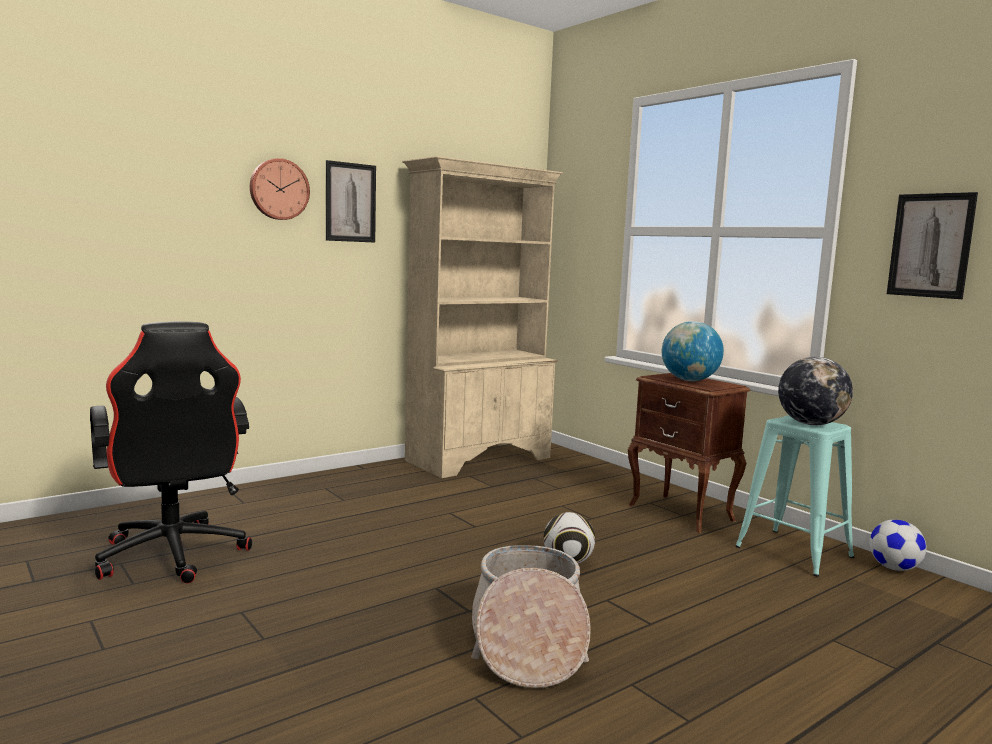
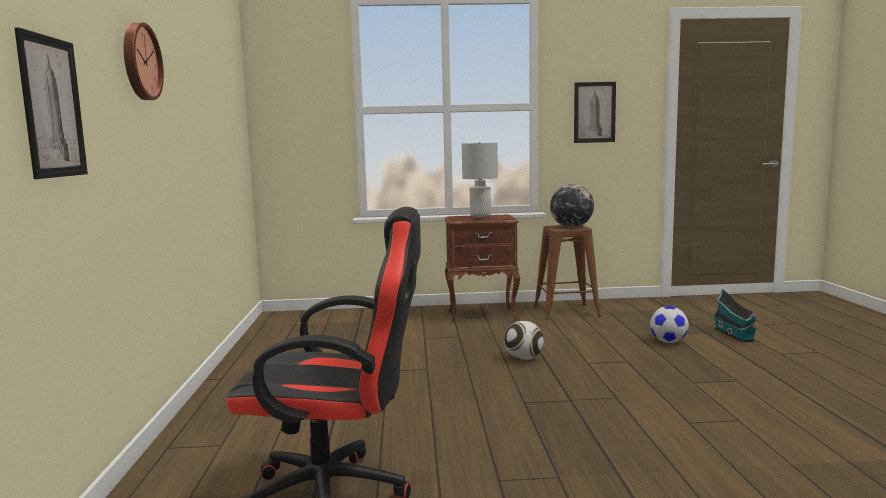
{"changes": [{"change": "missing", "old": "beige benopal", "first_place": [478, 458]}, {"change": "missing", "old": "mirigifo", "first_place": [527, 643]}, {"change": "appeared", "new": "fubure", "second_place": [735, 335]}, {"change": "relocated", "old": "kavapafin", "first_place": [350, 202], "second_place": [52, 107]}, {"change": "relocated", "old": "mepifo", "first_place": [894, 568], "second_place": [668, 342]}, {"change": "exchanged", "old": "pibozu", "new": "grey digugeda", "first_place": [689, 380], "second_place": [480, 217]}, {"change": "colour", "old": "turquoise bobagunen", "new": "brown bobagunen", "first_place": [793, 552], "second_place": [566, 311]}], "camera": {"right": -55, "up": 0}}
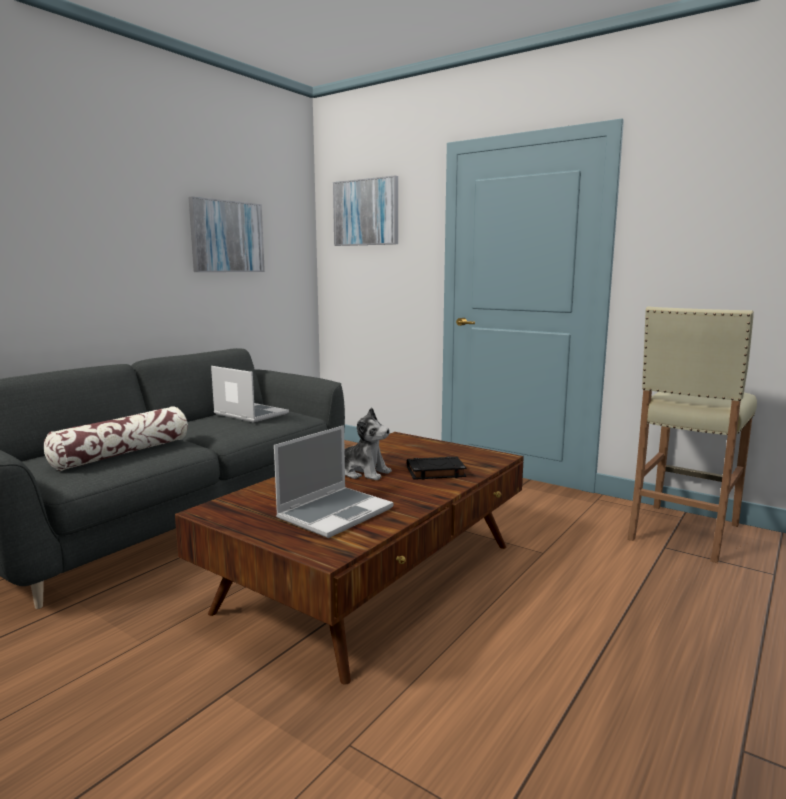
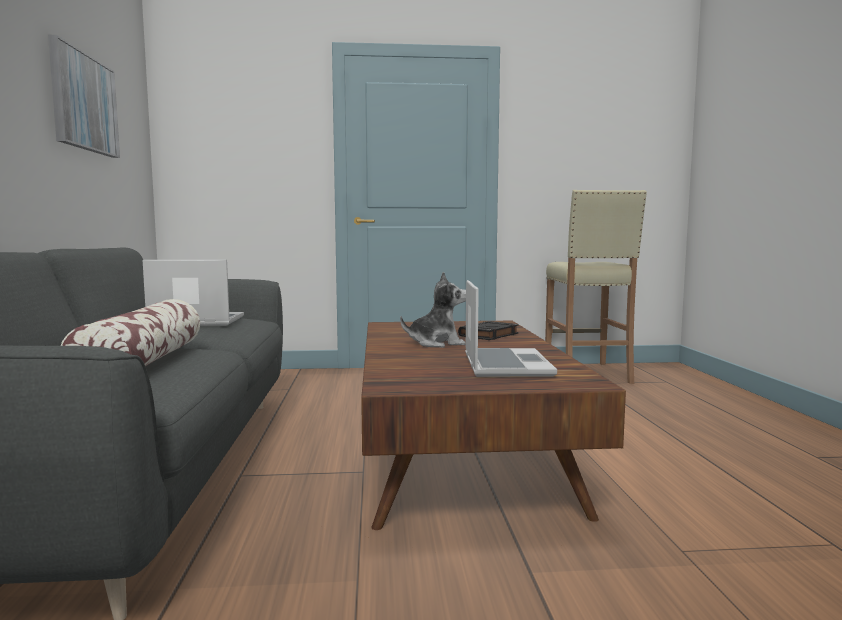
{"changes": [{"change": "missing", "old": "kavapafin", "first_place": [366, 212]}], "camera": {"right": -40, "up": -5}}
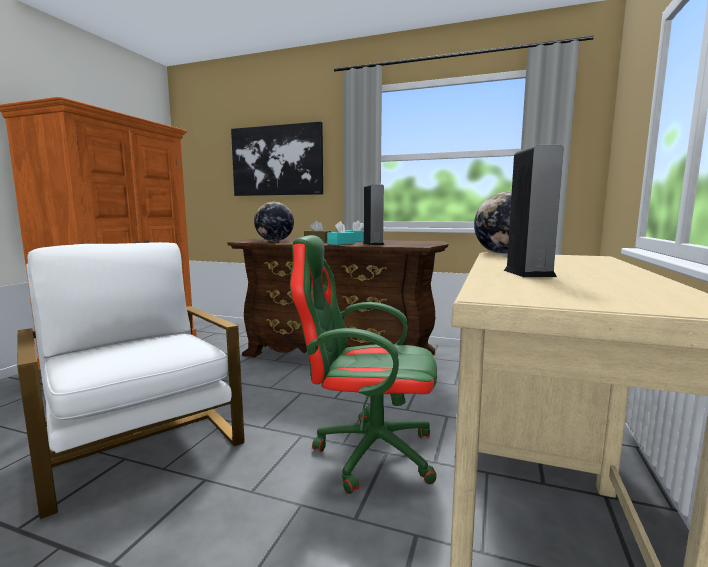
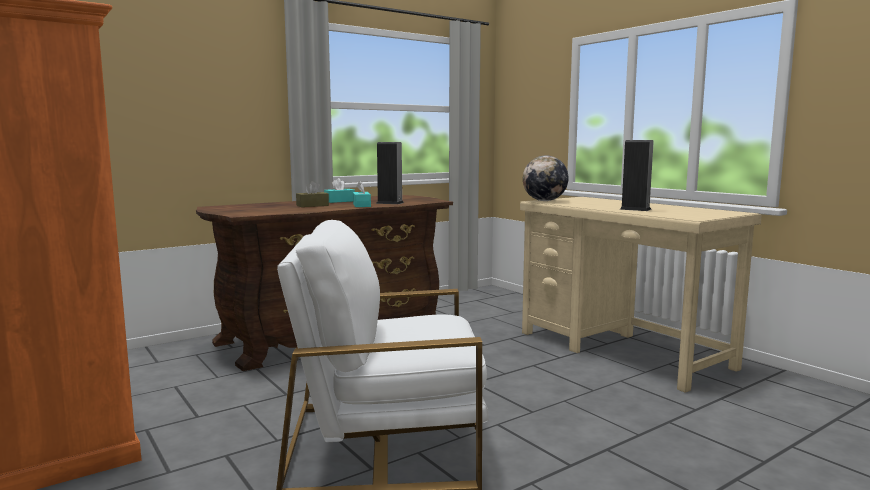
{"changes": [{"change": "missing", "old": "kavapafin", "first_place": [277, 161]}, {"change": "missing", "old": "pibozu", "first_place": [274, 241]}, {"change": "missing", "old": "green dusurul", "first_place": [365, 451]}], "camera": {"right": -55, "up": 0}}
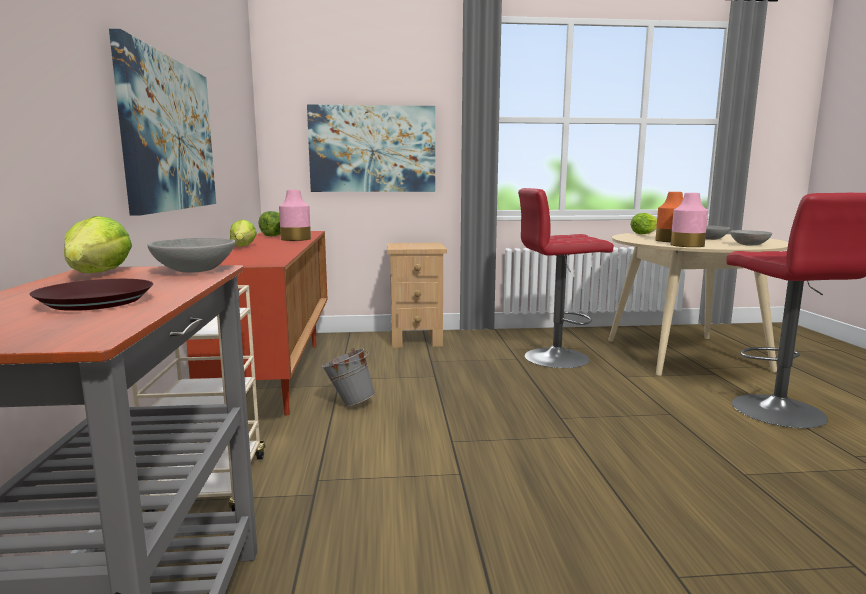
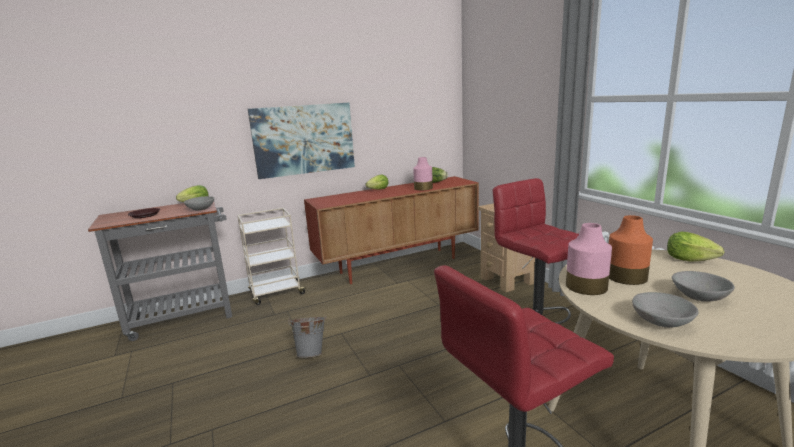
{"changes": [{"change": "missing", "old": "kavapafin", "first_place": [372, 149]}, {"change": "relocated", "old": "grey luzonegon", "first_place": [349, 403], "second_place": [311, 353]}], "camera": {"right": 70, "up": 5}}
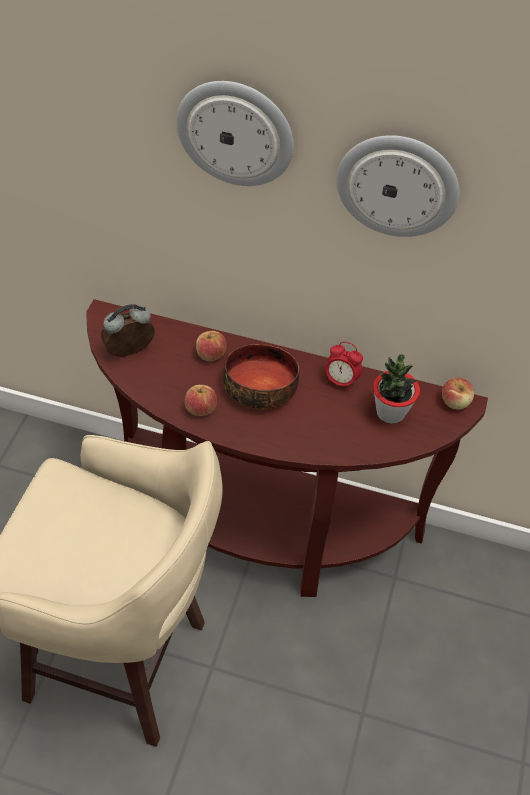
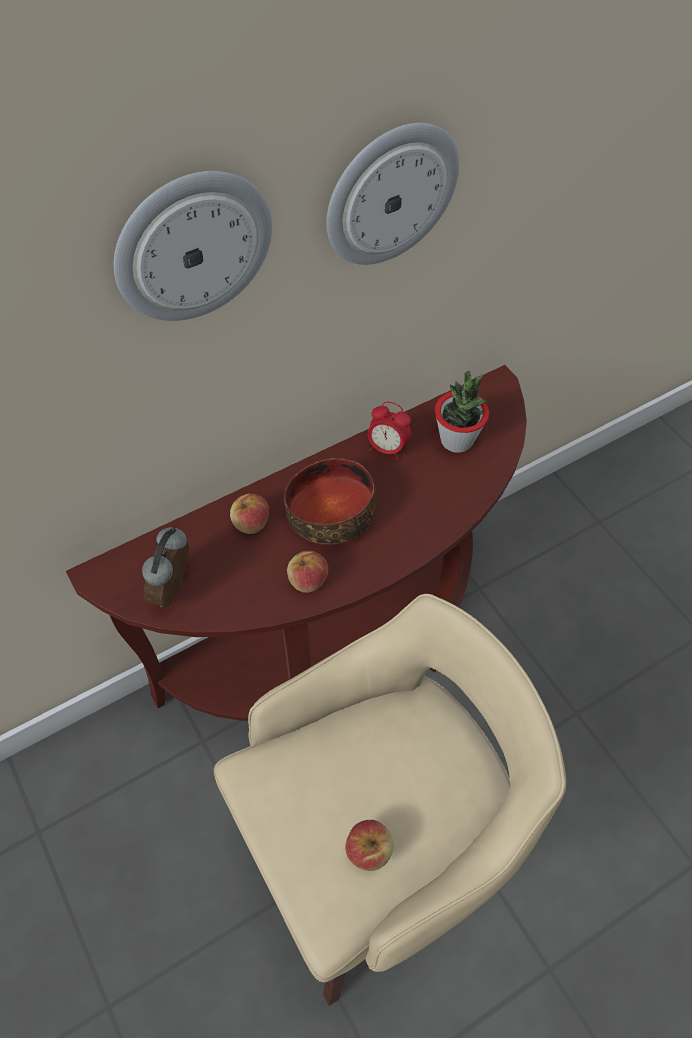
{"changes": [{"change": "relocated", "old": "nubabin", "first_place": [455, 402], "second_place": [369, 850]}, {"change": "spun", "old": "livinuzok", "first_place": [340, 381], "second_place": [387, 448], "degrees": 45}], "camera": {"right": -45, "up": 5}}
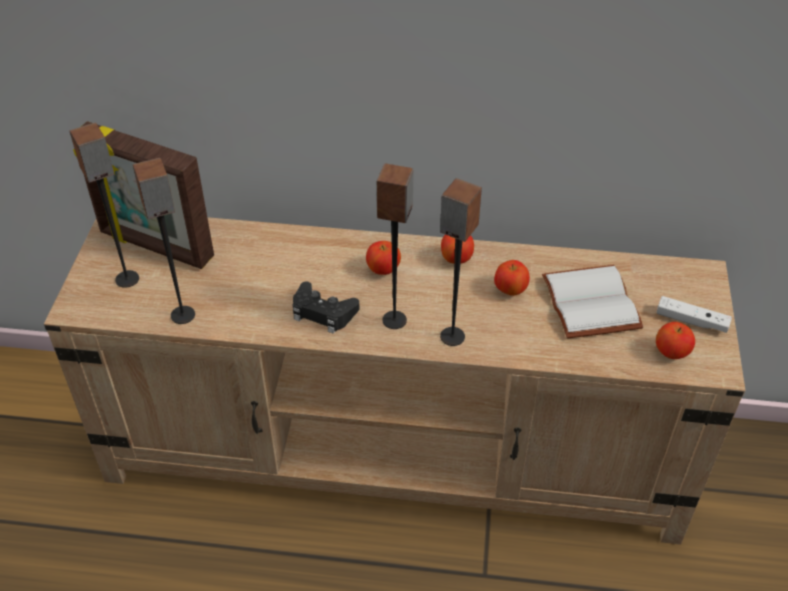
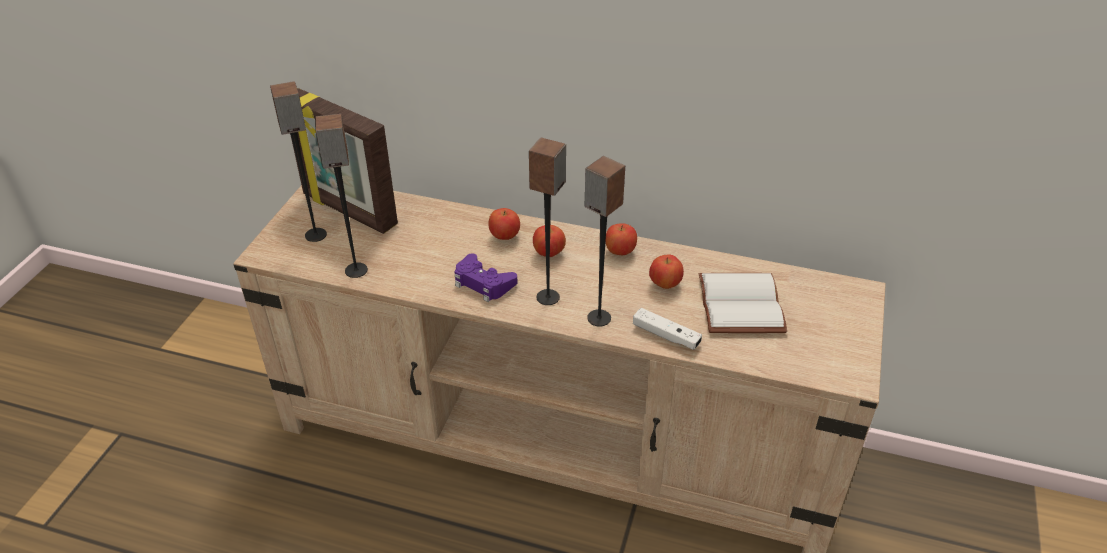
{"changes": [{"change": "relocated", "old": "nubabin", "first_place": [671, 353], "second_place": [504, 236]}, {"change": "relocated", "old": "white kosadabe", "first_place": [691, 321], "second_place": [666, 335]}, {"change": "colour", "old": "black kosadabe", "new": "purple kosadabe", "first_place": [323, 312], "second_place": [483, 283]}], "camera": {"right": 10, "up": -5}}
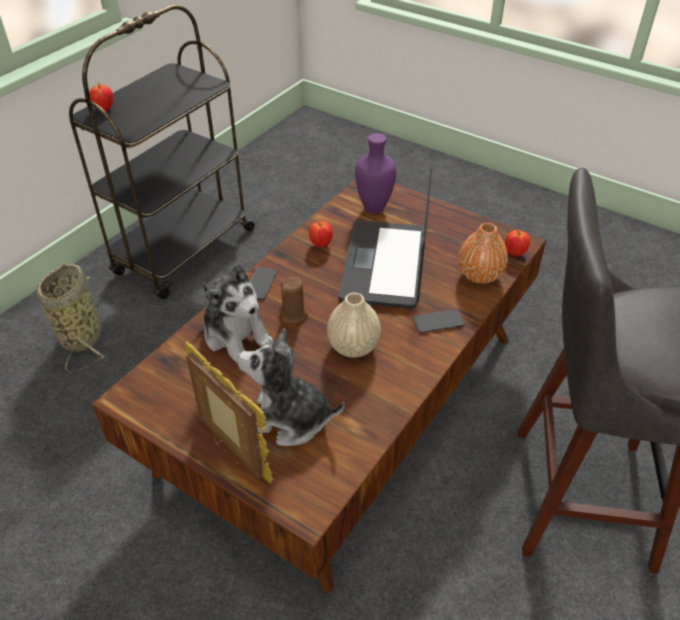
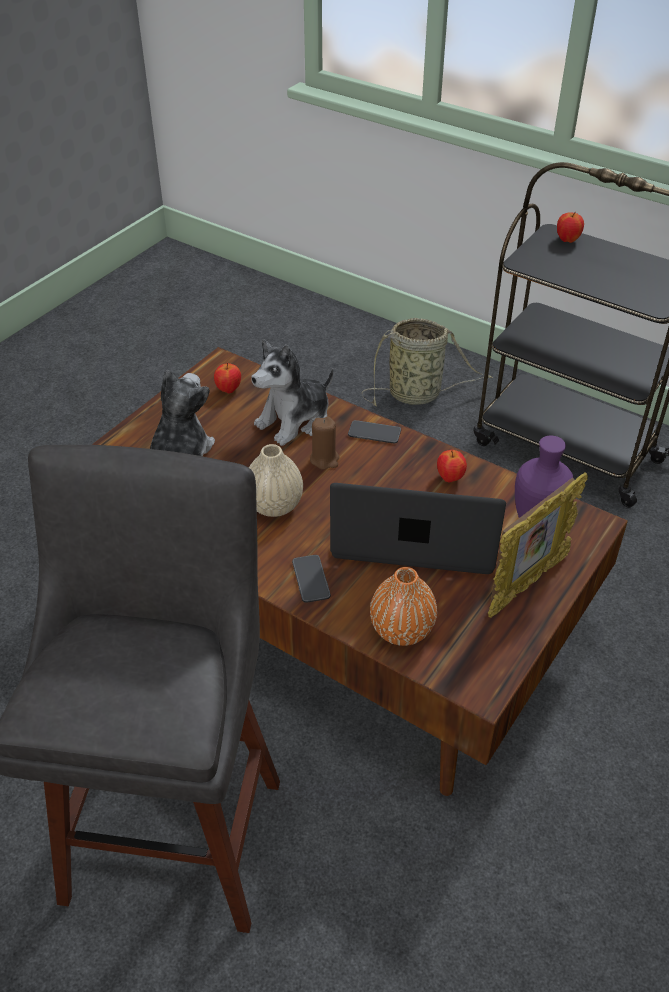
{"changes": [{"change": "relocated", "old": "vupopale", "first_place": [233, 449], "second_place": [526, 584]}, {"change": "relocated", "old": "nubabin", "first_place": [514, 253], "second_place": [228, 390]}], "camera": {"right": 90, "up": 0}}
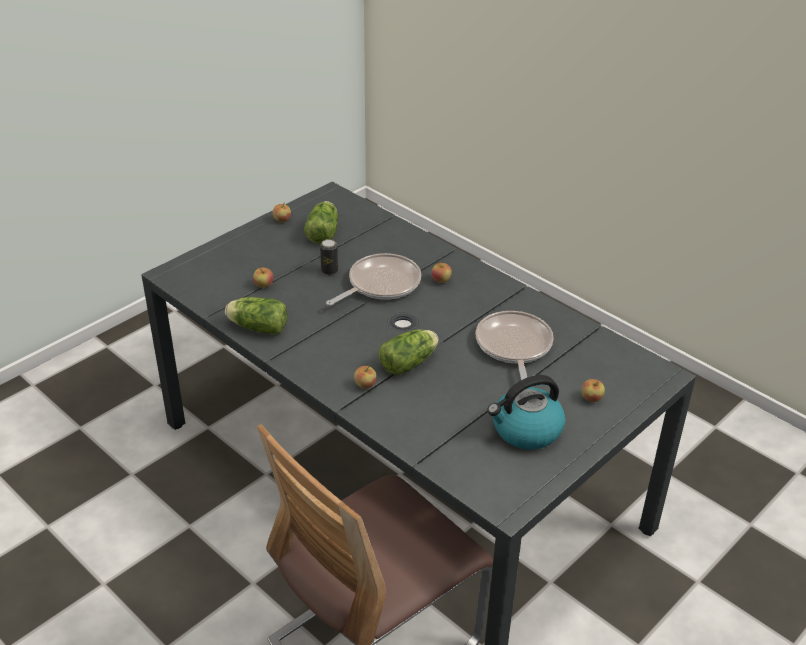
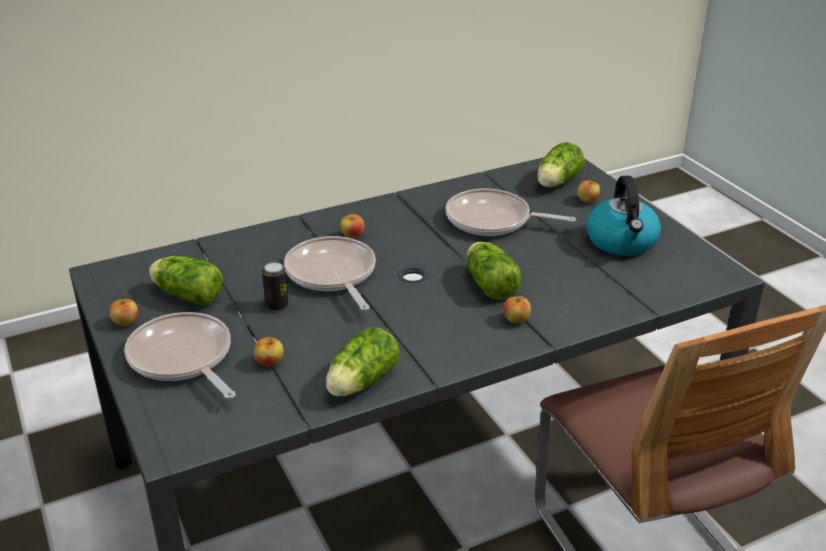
{"changes": [{"change": "appeared", "new": "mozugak", "second_place": [183, 358]}, {"change": "appeared", "new": "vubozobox", "second_place": [556, 182]}], "camera": {"right": -70, "up": -5}}
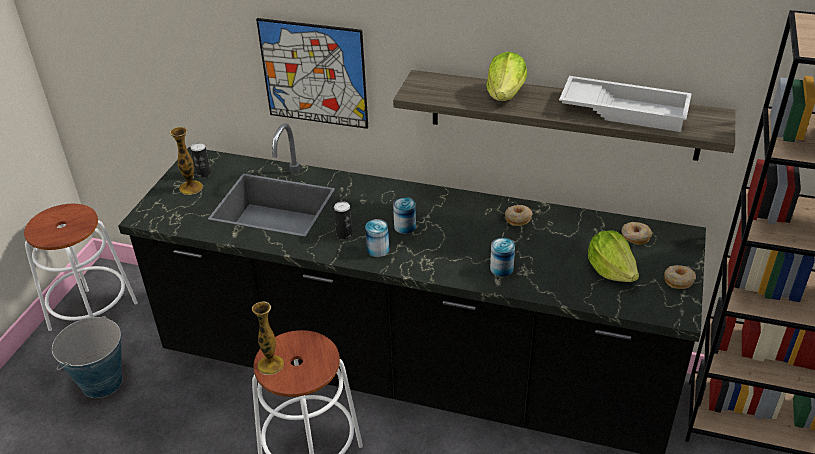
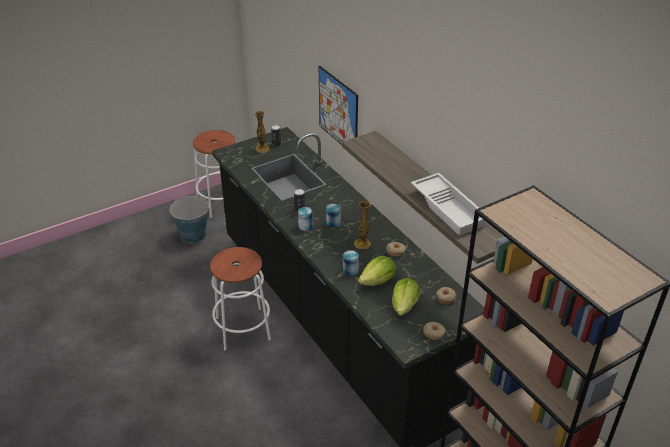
{"changes": [{"change": "relocated", "old": "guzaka", "first_place": [270, 365], "second_place": [362, 243]}, {"change": "relocated", "old": "vubozobox", "first_place": [505, 95], "second_place": [378, 281]}], "camera": {"right": 40, "up": 0}}
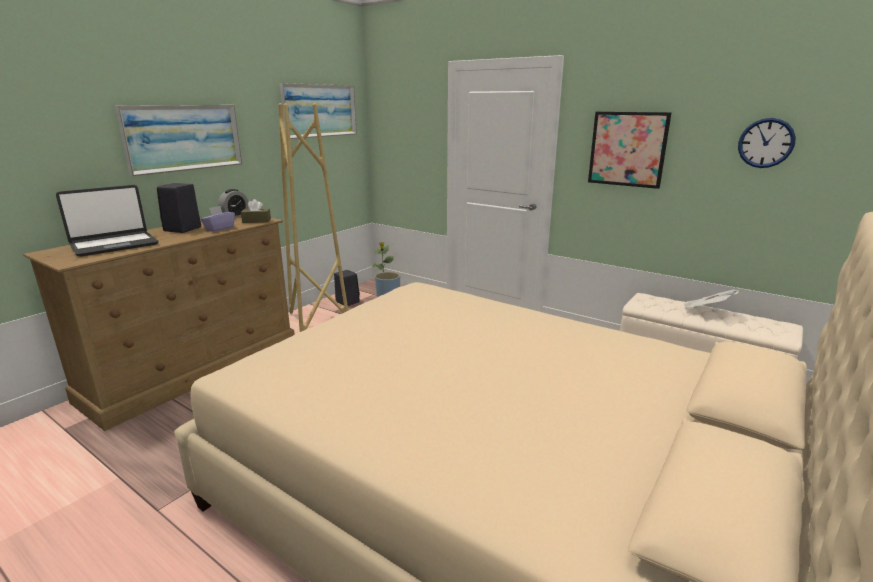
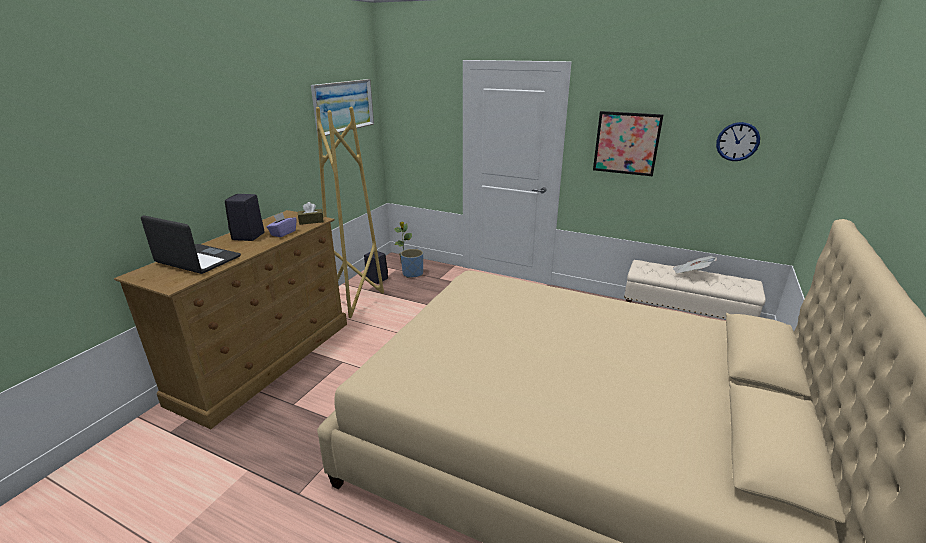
{"changes": [{"change": "missing", "old": "kavapafin", "first_place": [183, 137]}, {"change": "missing", "old": "livinuzok", "first_place": [235, 215]}, {"change": "spun", "old": "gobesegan", "first_place": [114, 245], "second_place": [198, 260], "degrees": -105}], "camera": {"right": -10, "up": 5}}
